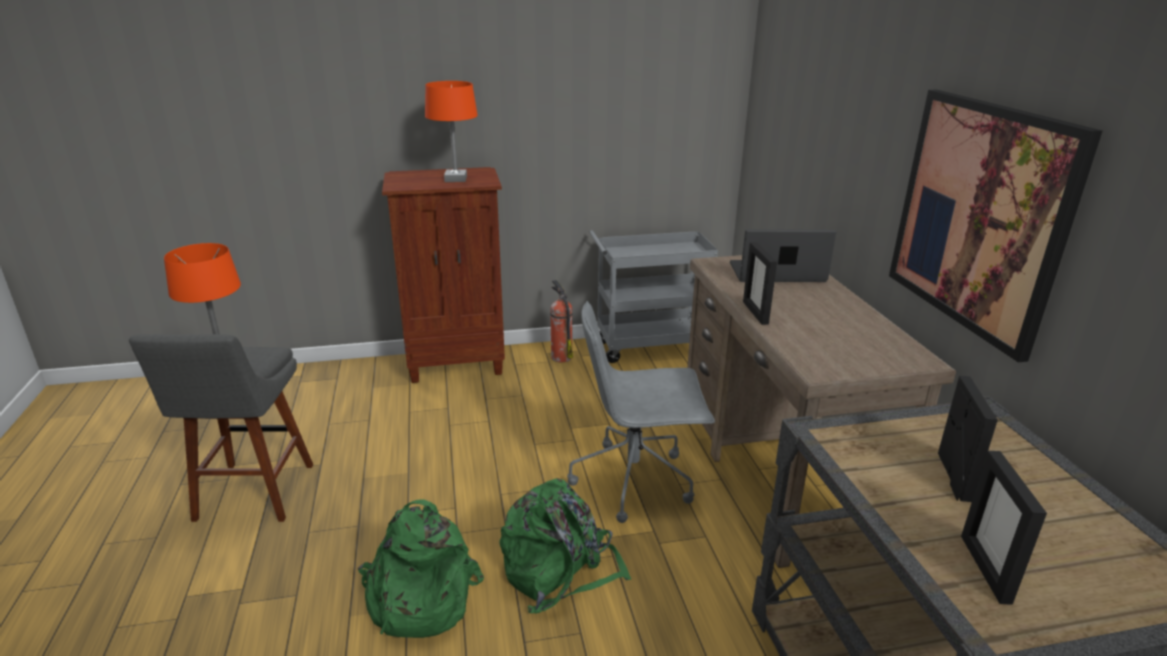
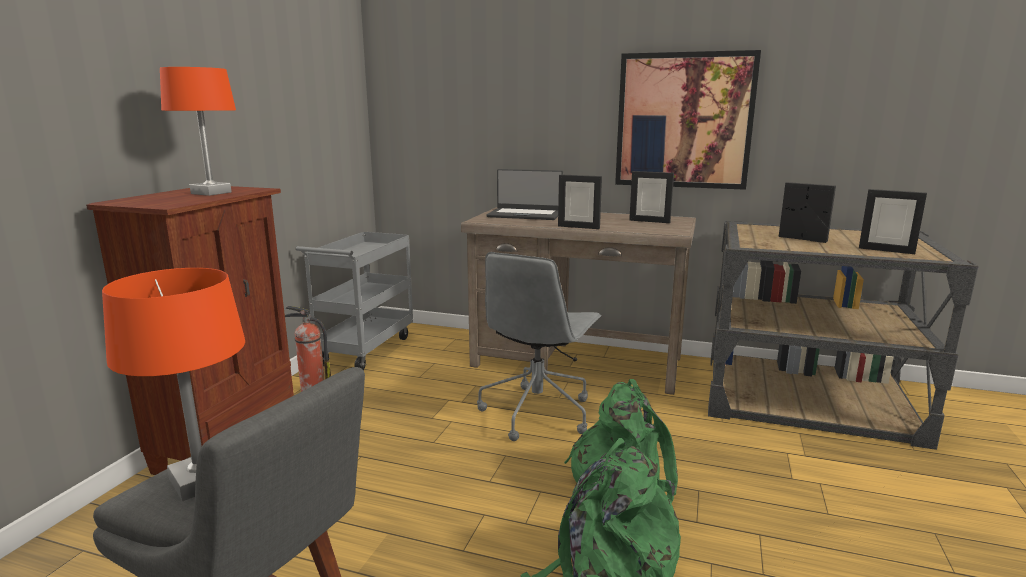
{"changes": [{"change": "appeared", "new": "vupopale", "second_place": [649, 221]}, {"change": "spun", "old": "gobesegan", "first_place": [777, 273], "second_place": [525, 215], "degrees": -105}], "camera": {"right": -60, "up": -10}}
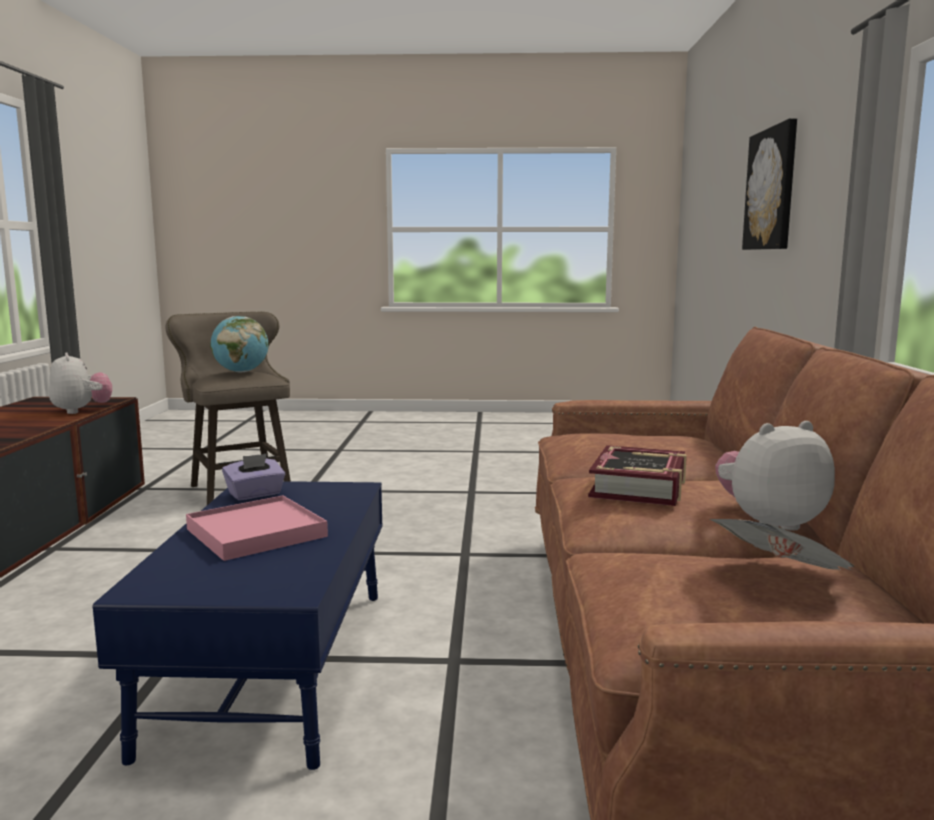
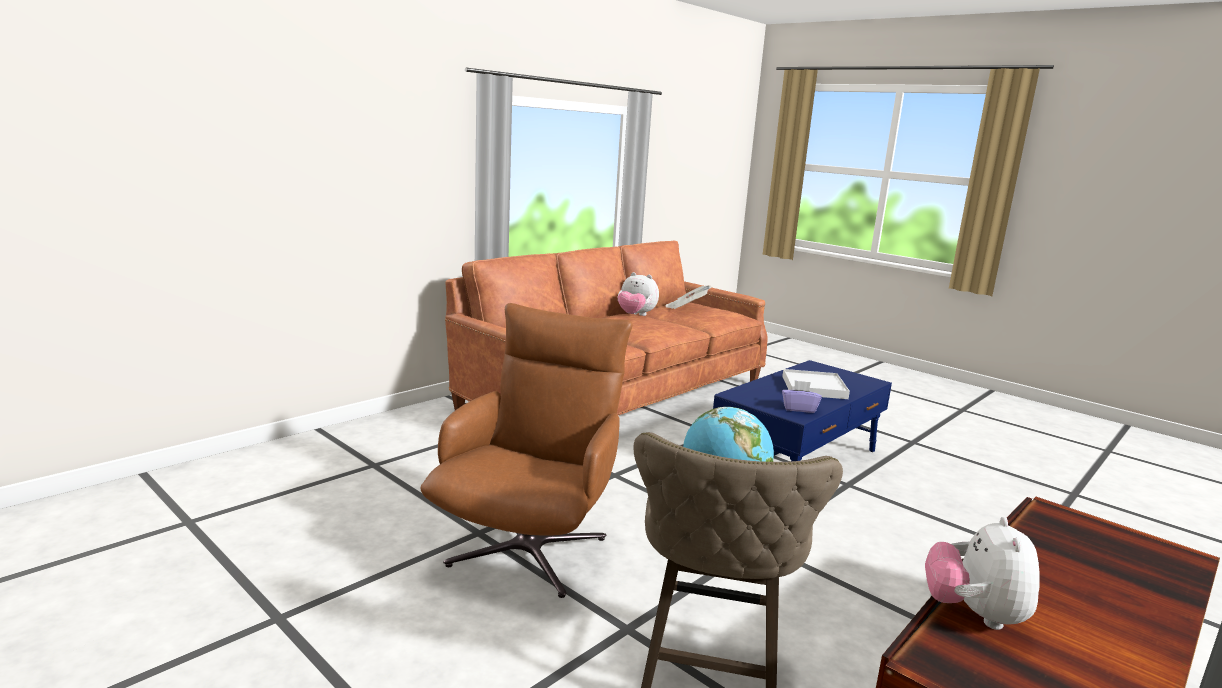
{"changes": [{"change": "missing", "old": "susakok", "first_place": [639, 487]}, {"change": "missing", "old": "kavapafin", "first_place": [771, 189]}, {"change": "appeared", "new": "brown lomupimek", "second_place": [529, 550]}, {"change": "colour", "old": "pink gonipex", "new": "white gonipex", "first_place": [256, 533], "second_place": [814, 387]}], "camera": {"right": -140, "up": 5}}
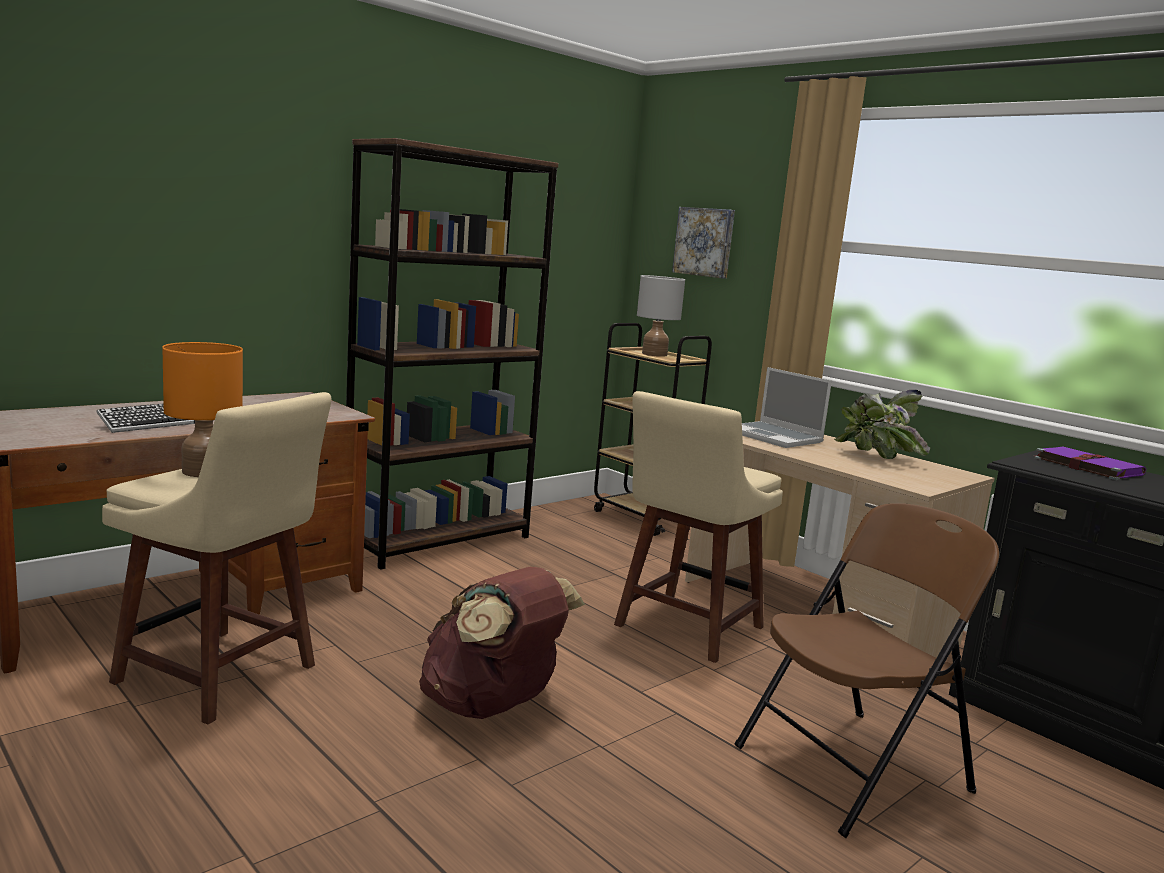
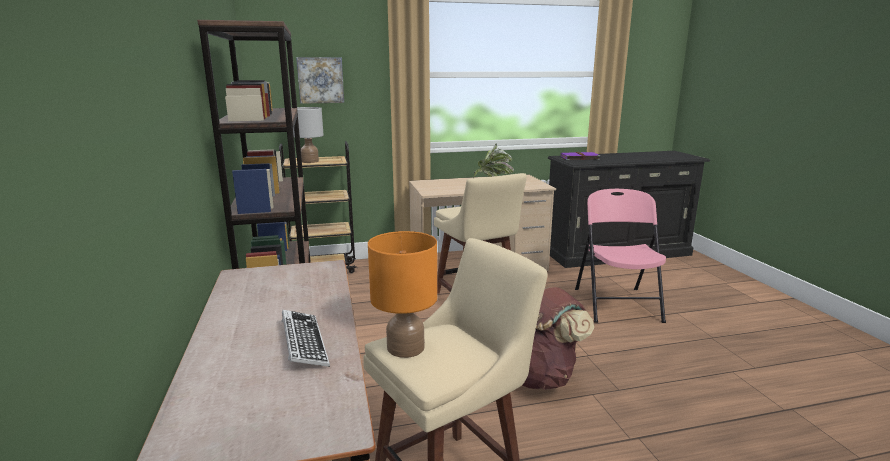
{"changes": [{"change": "missing", "old": "gobesegan", "first_place": [775, 437]}, {"change": "colour", "old": "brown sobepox", "new": "pink sobepox", "first_place": [852, 769], "second_place": [617, 305]}], "camera": {"right": -60, "up": 5}}
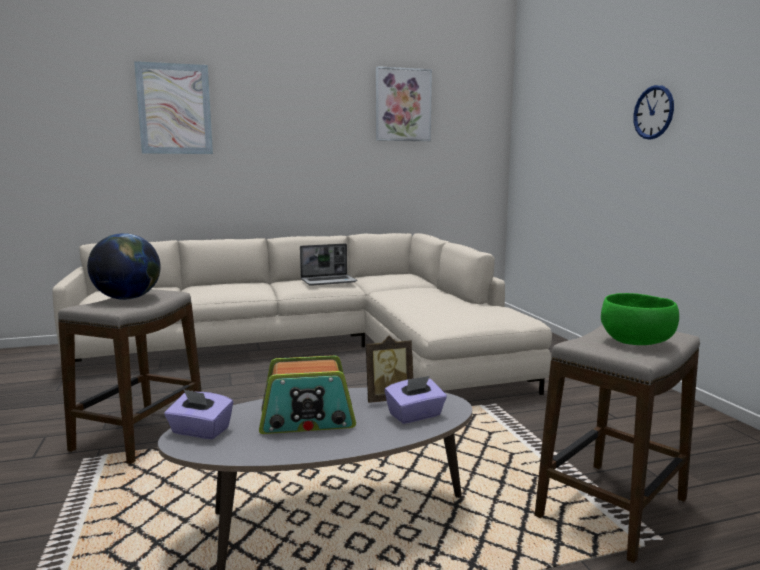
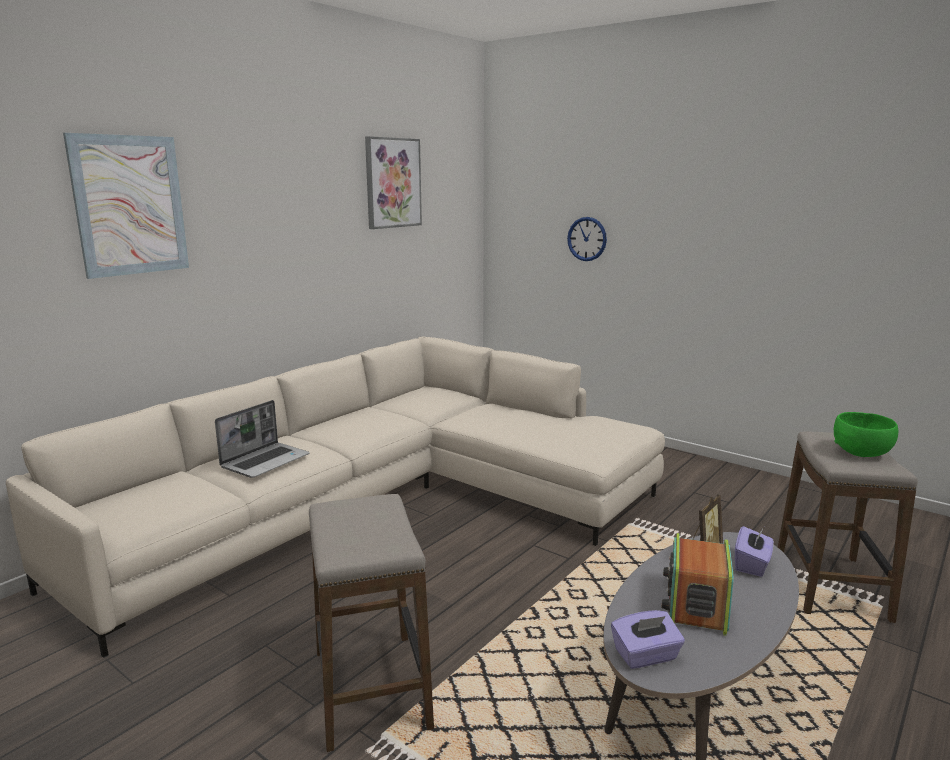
{"changes": [{"change": "missing", "old": "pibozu", "first_place": [128, 298]}, {"change": "relocated", "old": "gobesegan", "first_place": [329, 281], "second_place": [266, 461]}, {"change": "relocated", "old": "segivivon", "first_place": [653, 112], "second_place": [587, 239]}, {"change": "spun", "old": "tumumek", "first_place": [307, 420], "second_place": [696, 603], "degrees": 150}], "camera": {"right": -35, "up": 5}}
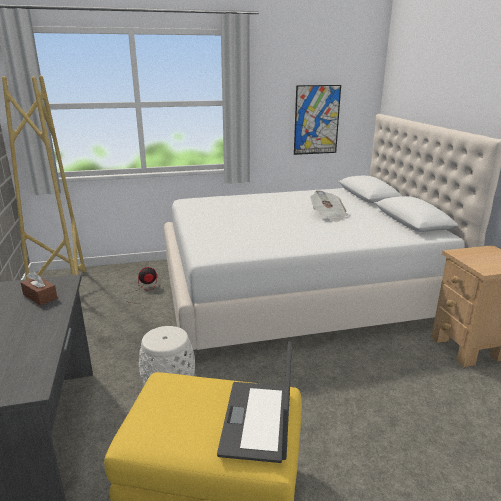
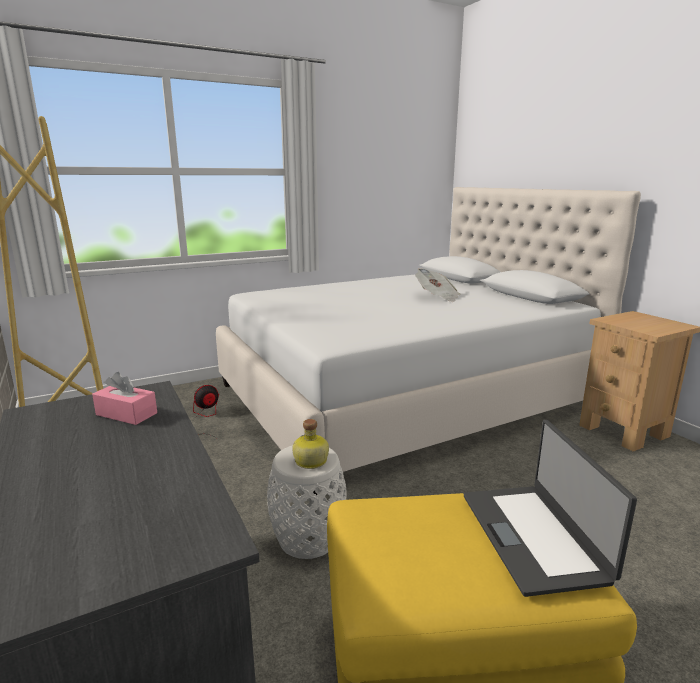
{"changes": [{"change": "missing", "old": "kavapafin", "first_place": [316, 120]}, {"change": "appeared", "new": "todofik", "second_place": [310, 461]}, {"change": "colour", "old": "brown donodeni", "new": "pink donodeni", "first_place": [40, 296], "second_place": [126, 414]}], "camera": {"right": -15, "up": -5}}
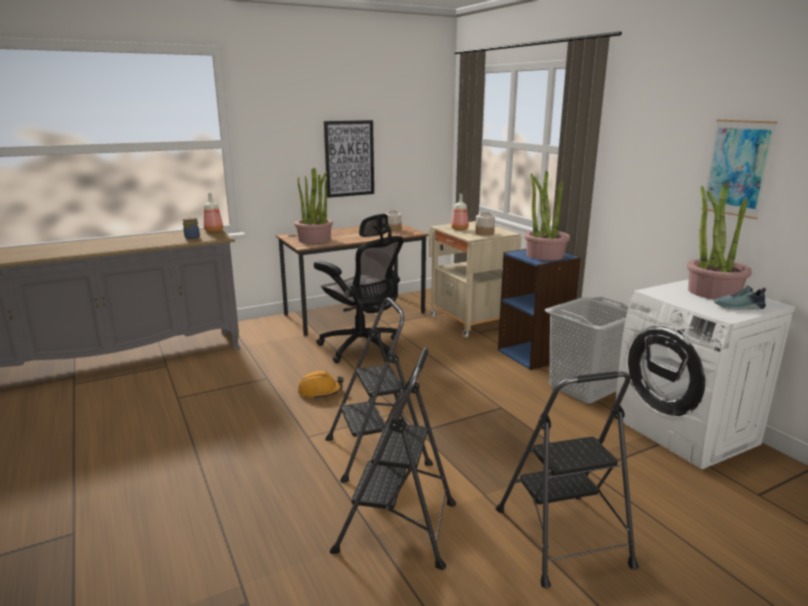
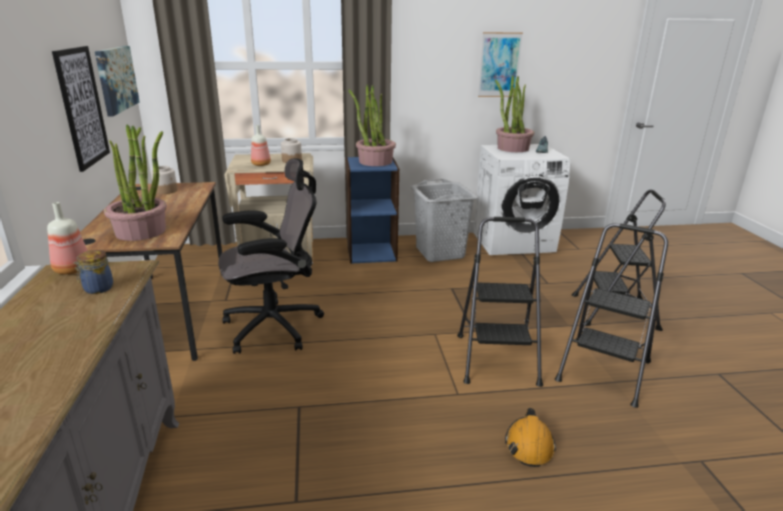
{"changes": [{"change": "appeared", "new": "kavapafin", "second_place": [116, 79]}, {"change": "relocated", "old": "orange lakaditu", "first_place": [320, 392], "second_place": [529, 445]}], "camera": {"right": -70, "up": 5}}
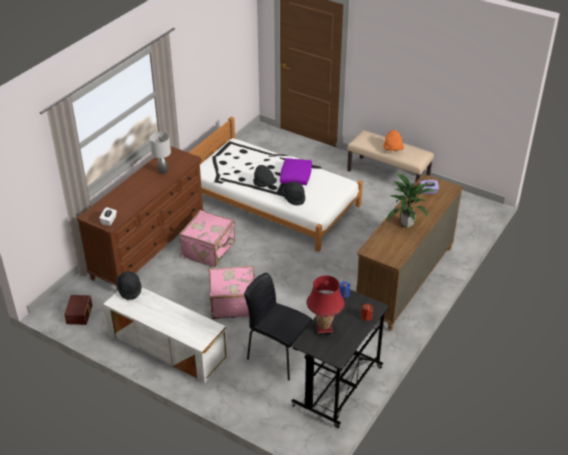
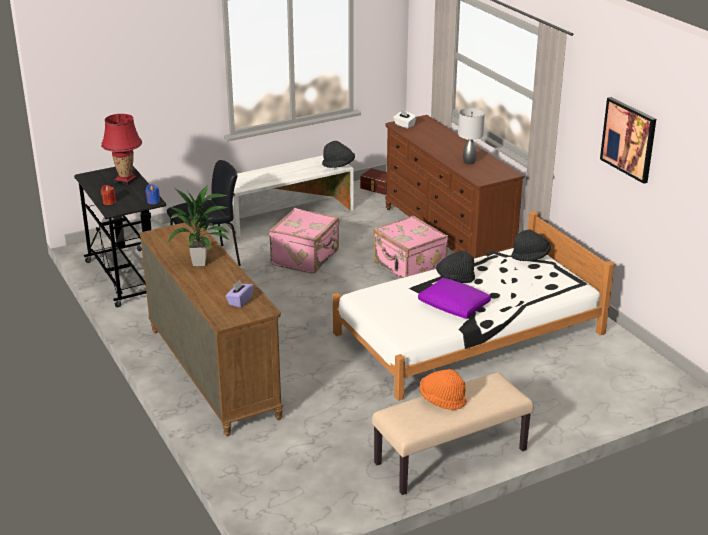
{"changes": [{"change": "appeared", "new": "kavapafin", "second_place": [629, 139]}, {"change": "relocated", "old": "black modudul", "first_place": [294, 198], "second_place": [530, 257]}], "camera": {"right": 120, "up": -10}}
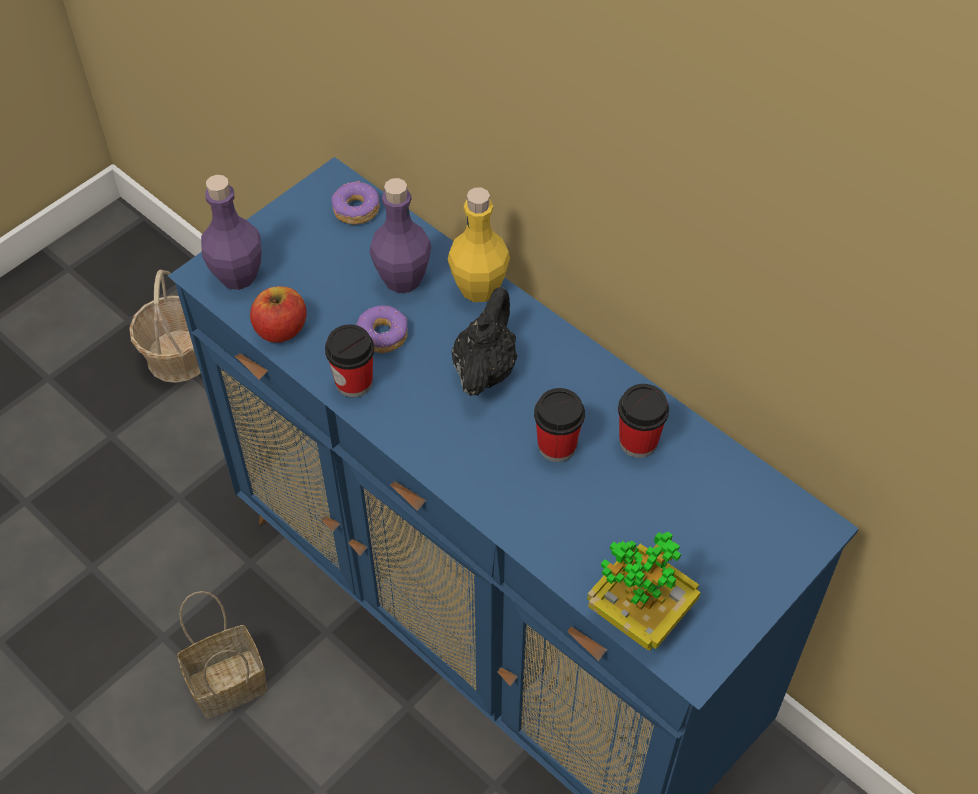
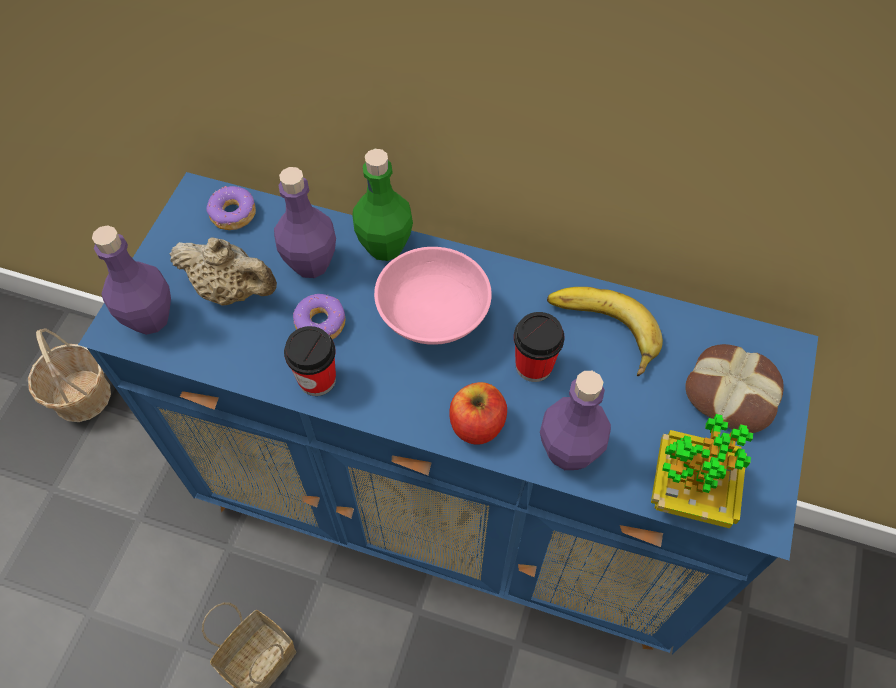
{"changes": [{"change": "appeared", "new": "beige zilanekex", "second_place": [232, 290]}, {"change": "appeared", "new": "purple todofik", "second_place": [569, 451]}, {"change": "appeared", "new": "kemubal", "second_place": [732, 392]}, {"change": "relocated", "old": "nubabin", "first_place": [281, 329], "second_place": [477, 424]}, {"change": "exchanged", "old": "black zilanekex", "new": "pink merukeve", "first_place": [485, 369], "second_place": [431, 319]}, {"change": "exchanged", "old": "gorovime", "new": "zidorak", "first_place": [638, 441], "second_place": [600, 333]}, {"change": "colour", "old": "yellow todofik", "new": "green todofik", "first_place": [479, 288], "second_place": [385, 246]}], "camera": {"right": -25, "up": 5}}
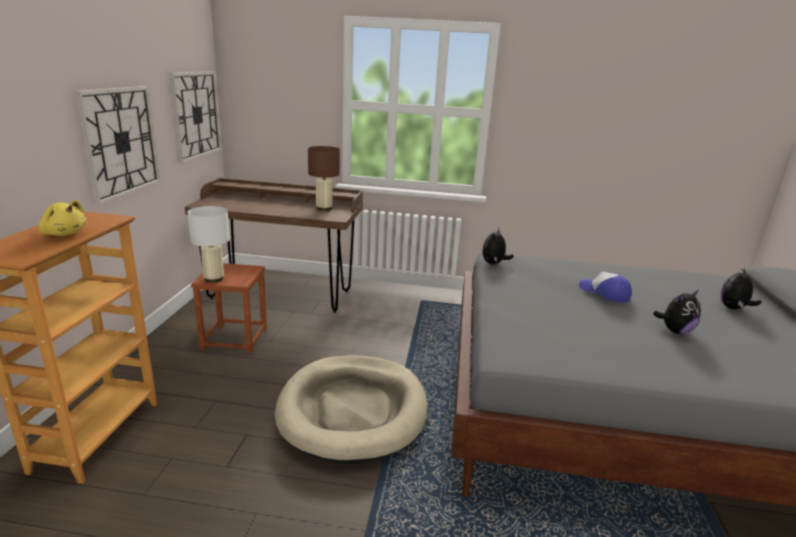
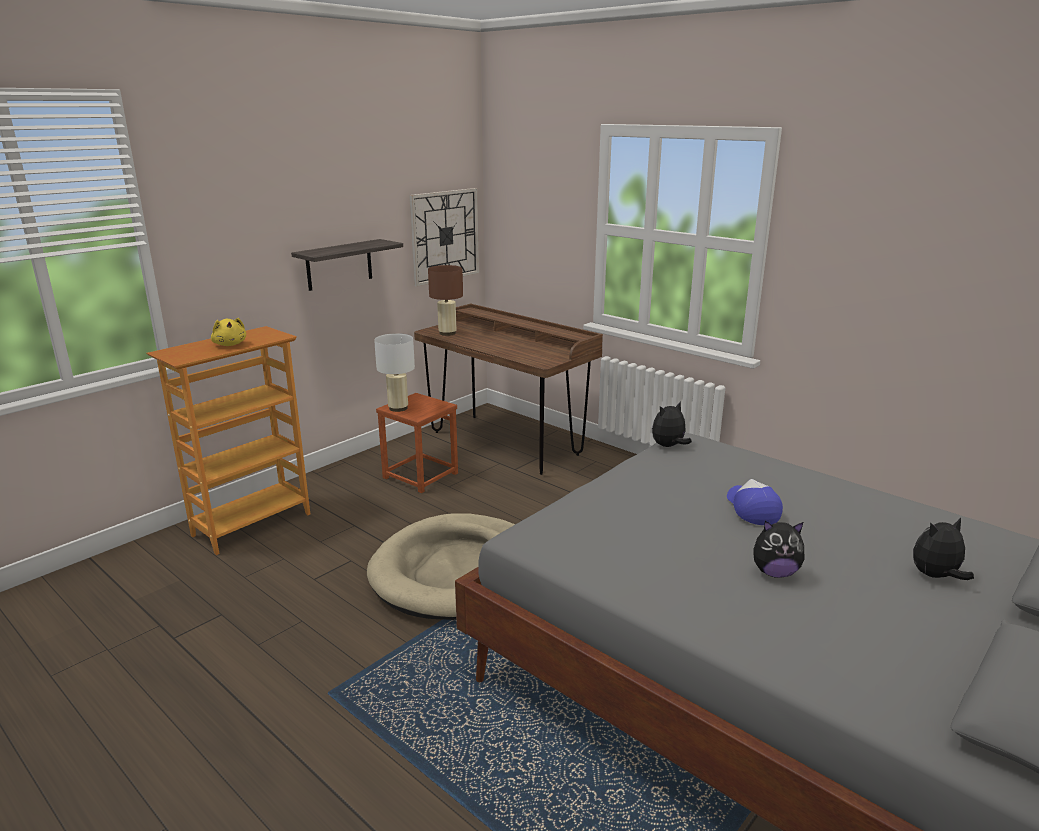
{"changes": [{"change": "relocated", "old": "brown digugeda", "first_place": [324, 208], "second_place": [448, 333]}, {"change": "exchanged", "old": "segivivon", "new": "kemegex", "first_place": [120, 142], "second_place": [339, 265]}], "camera": {"right": 35, "up": 0}}
